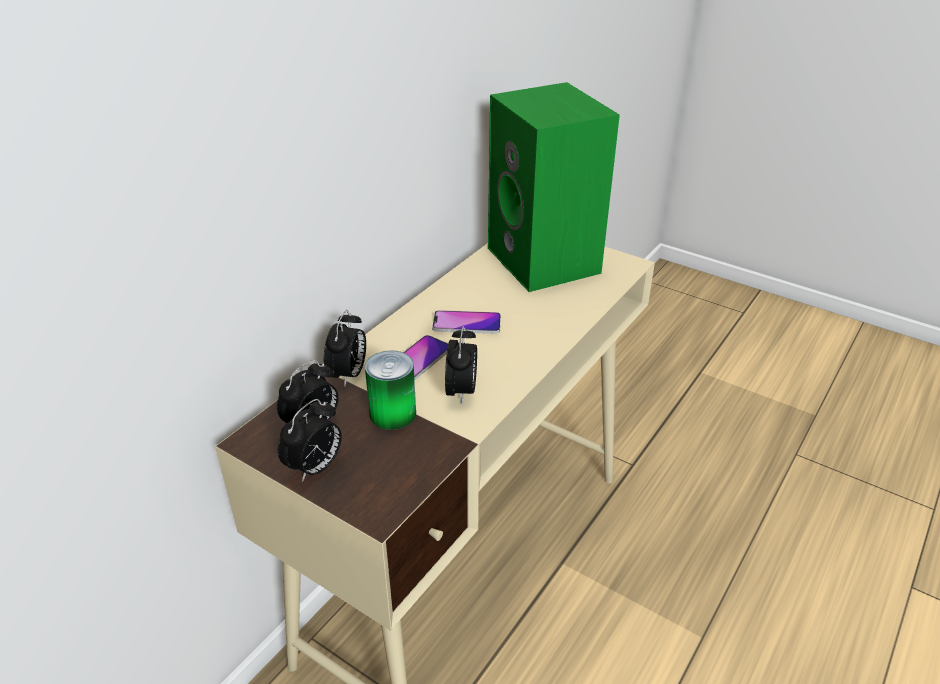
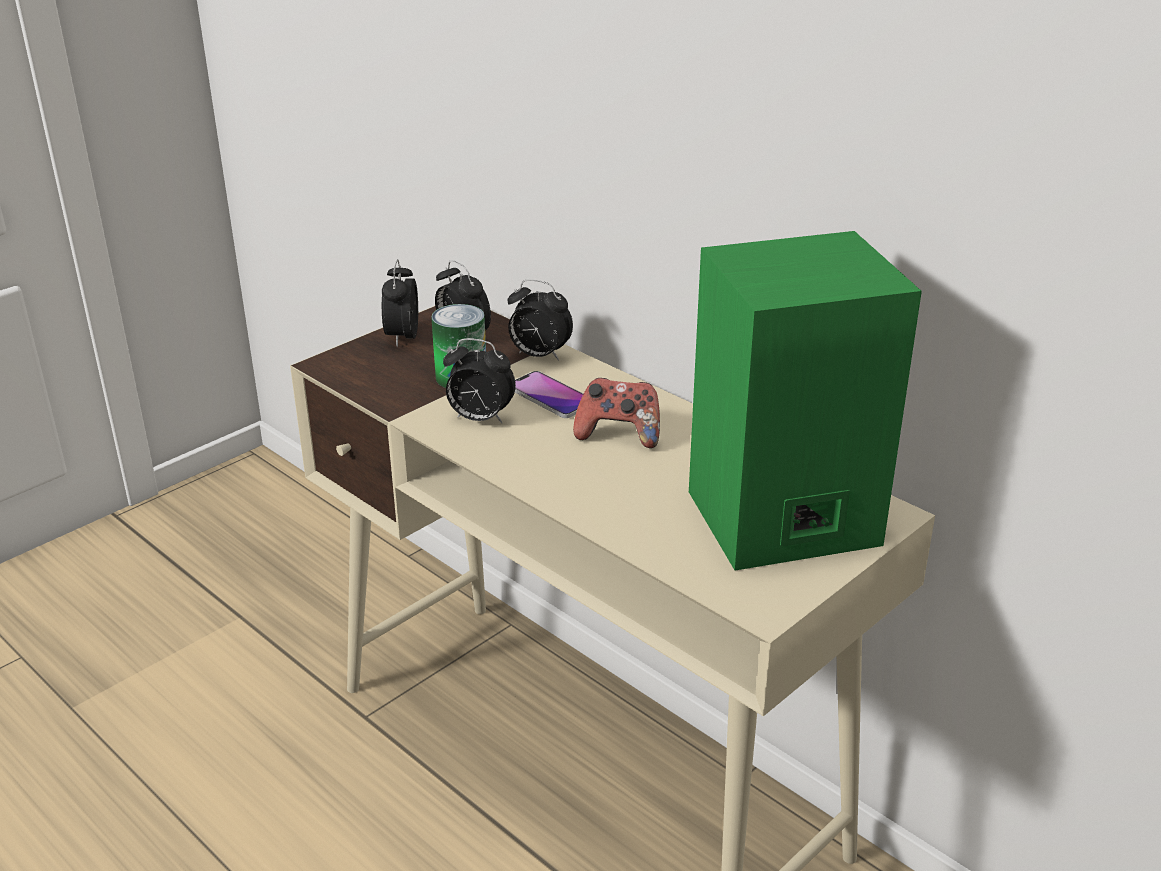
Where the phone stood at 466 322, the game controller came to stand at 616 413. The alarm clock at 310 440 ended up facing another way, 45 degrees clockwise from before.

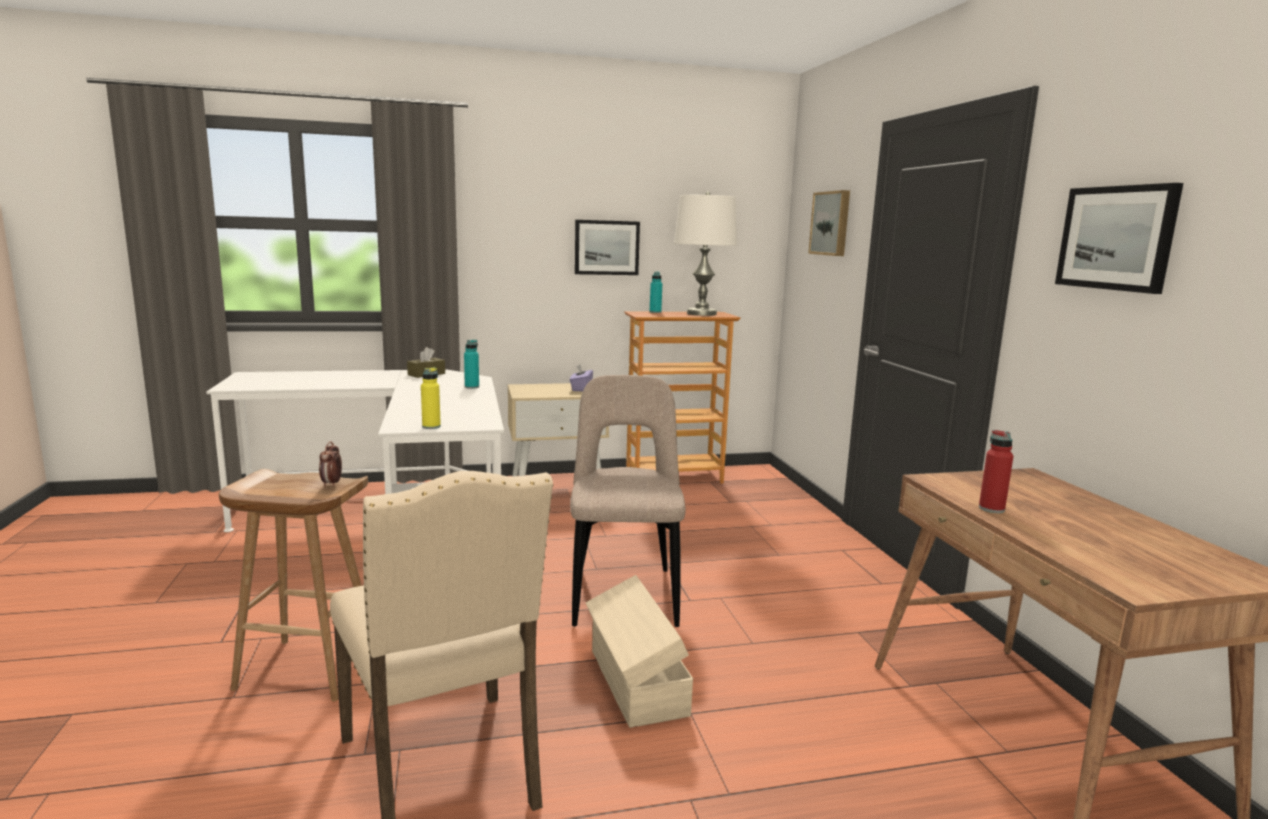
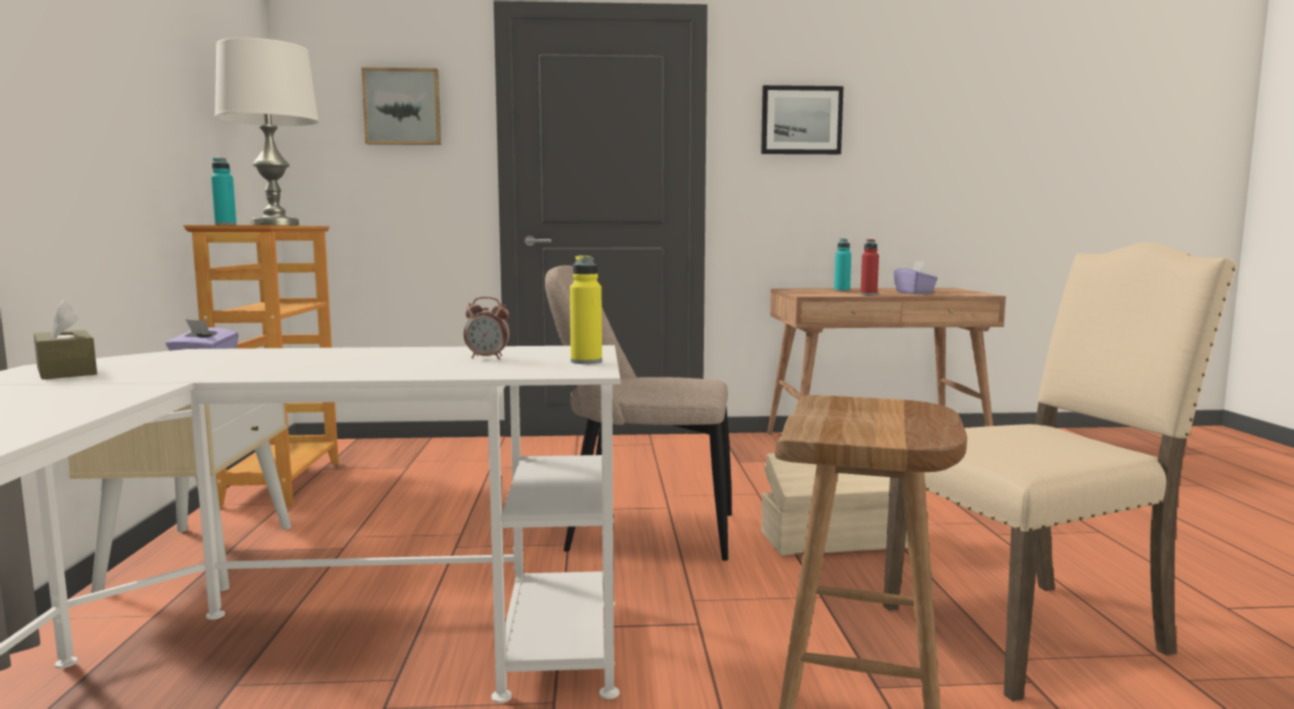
The second view lost the picture at 607 247. The second view gained the purple tissue box at 915 277. The alarm clock ended up elsewhere, having gone from 330 464 to 487 328. The turquoise bottle ended up elsewhere, having gone from 471 364 to 842 265.

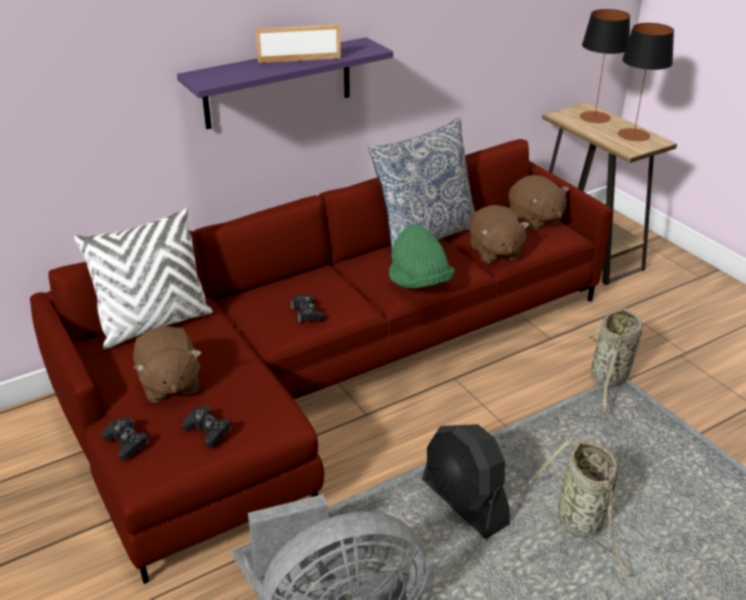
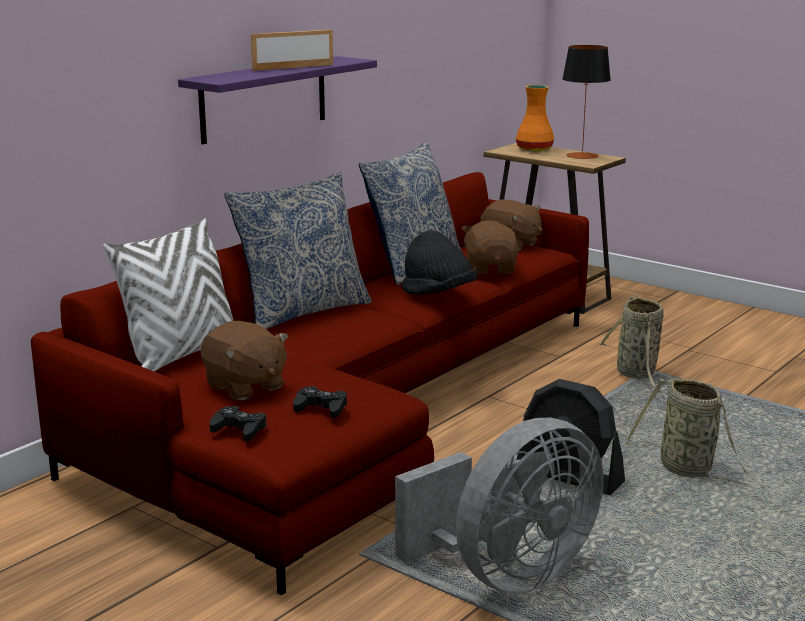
The second view lost the black game controller at 307 309. The second view gained the pillow at 298 250. Where the table lamp stood at 605 66, the orange vase came to stand at 535 118. What was the green hat at 422 256 turned into the black hat at 439 262. The brown plush toy at 499 234 ended up facing another way, 150 degrees counterclockwise from before.

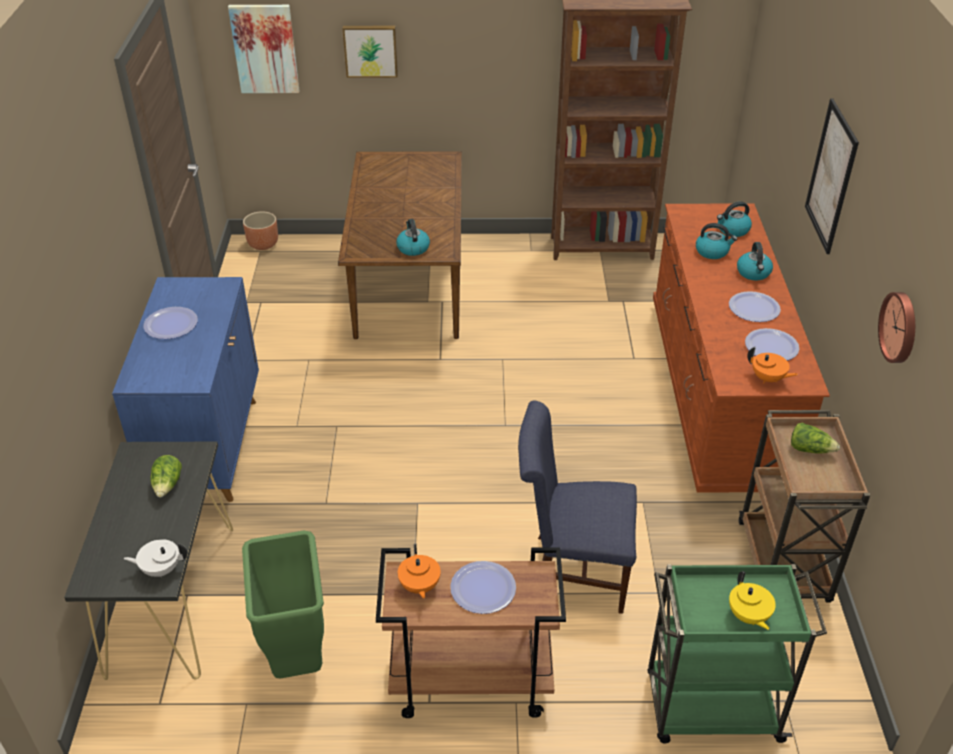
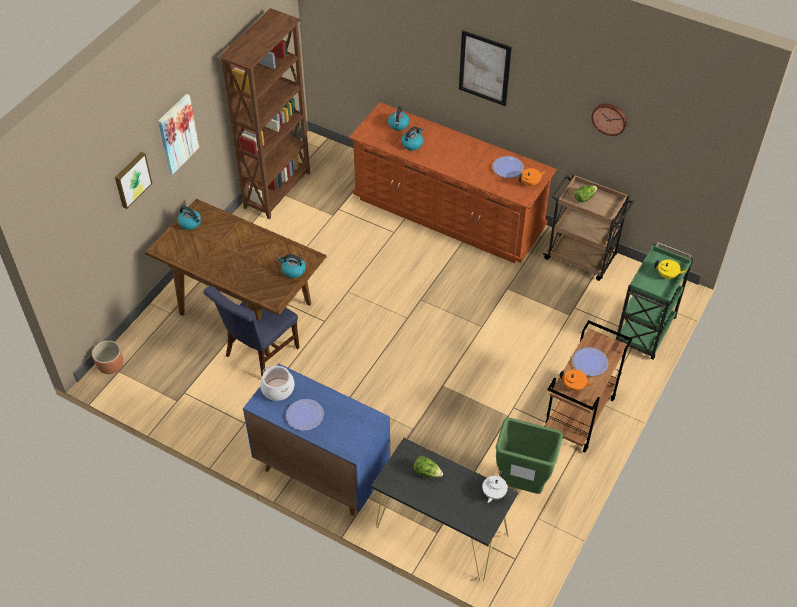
The second view lost the plate at 755 306. The second view gained the cooking pot at 277 383. The picture ended up elsewhere, having gone from 263 49 to 178 134. The blue chair ended up elsewhere, having gone from 577 507 to 251 331. The kettle ended up elsewhere, having gone from 755 261 to 189 218.

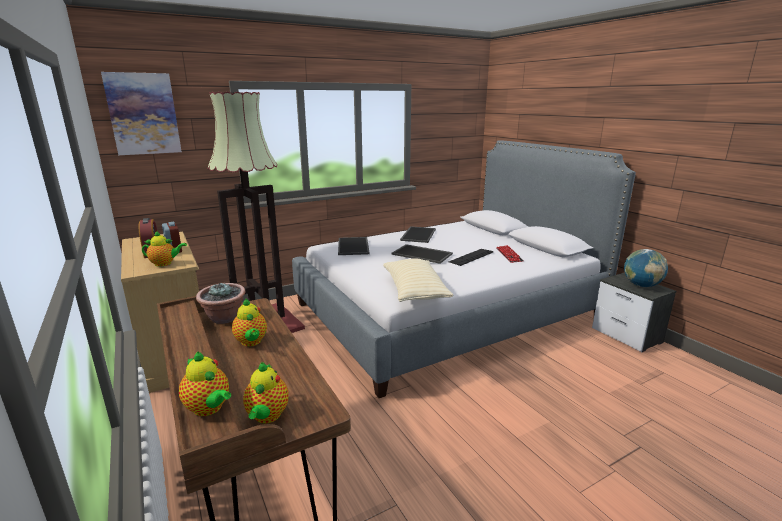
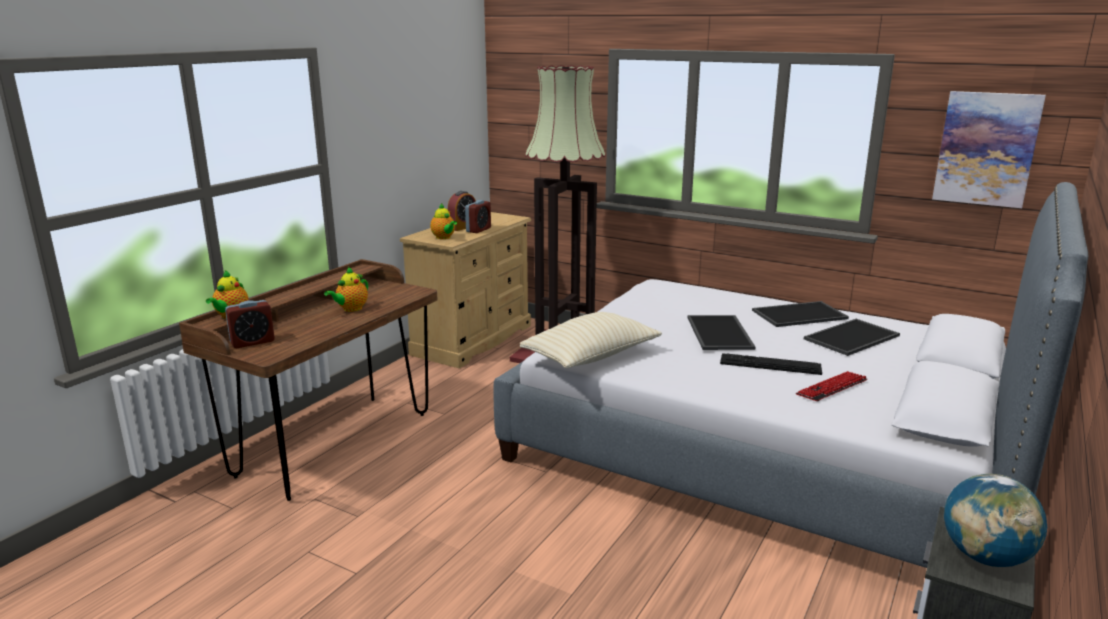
The second view lost the potted plant at 221 303. The picture ended up elsewhere, having gone from 141 113 to 989 149. The tray ended up elsewhere, having gone from 354 246 to 852 337. Where the teapot stood at 266 393, the alarm clock came to stand at 250 324.

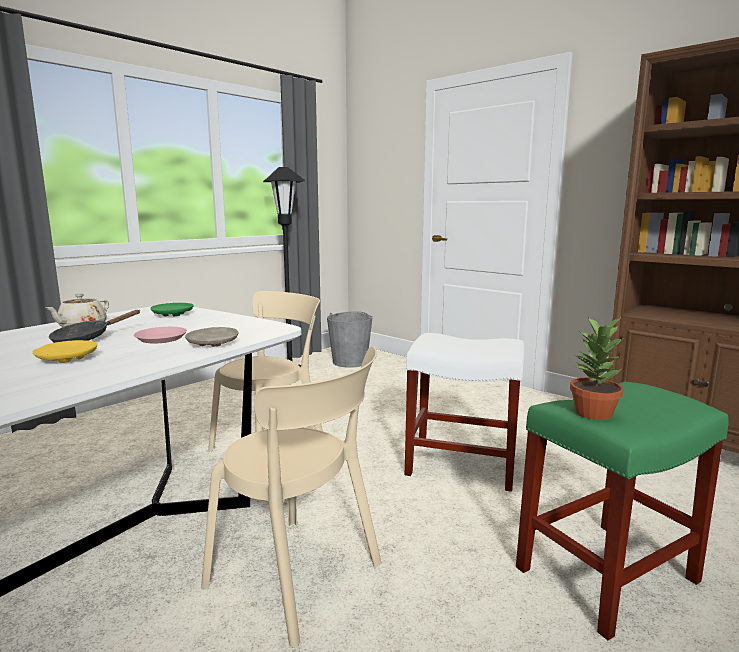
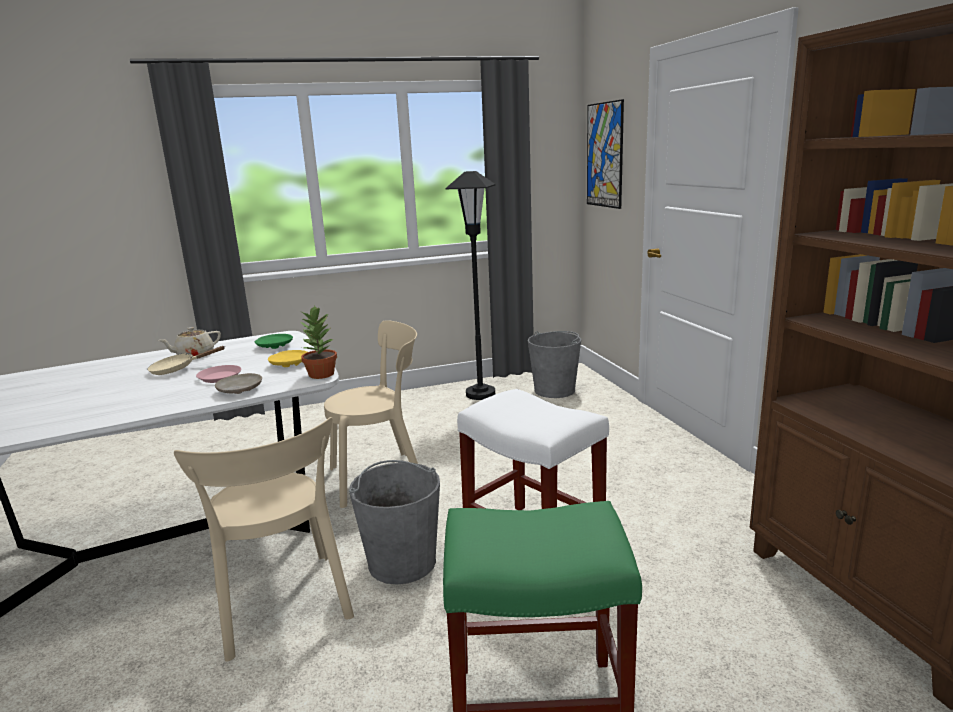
The second view gained the grey bucket at 394 522. The second view gained the picture at 605 154. The yellow plate ended up elsewhere, having gone from 65 351 to 287 358. The potted plant ended up elsewhere, having gone from 597 368 to 318 342. What was the black frying pan at 94 326 turned into the beige frying pan at 186 360.

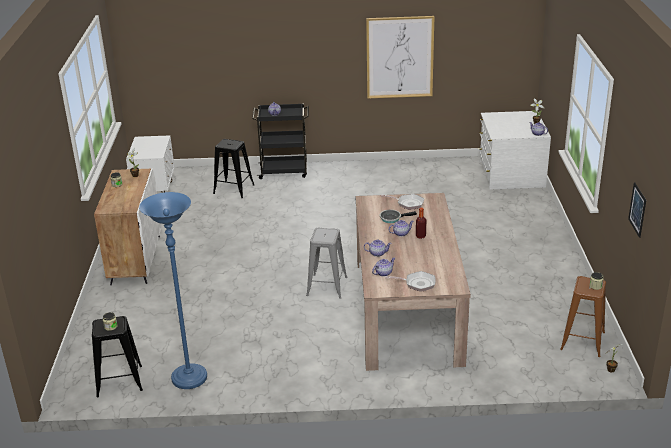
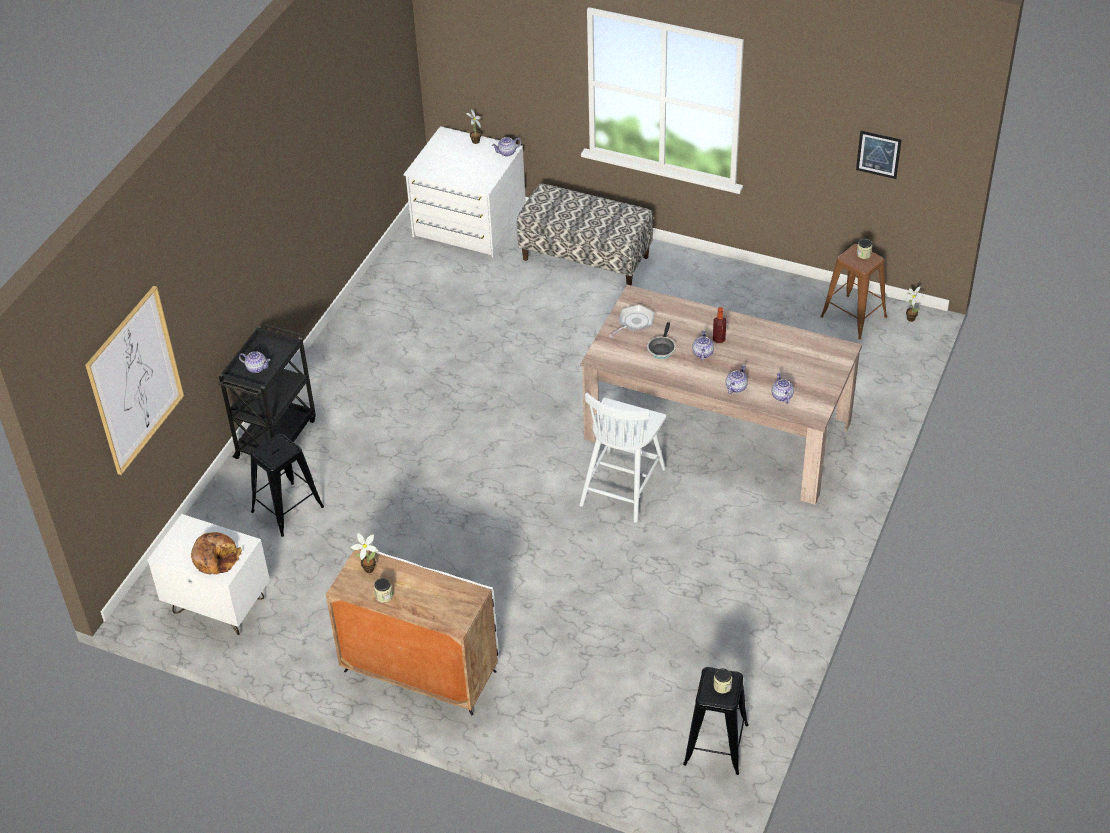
The second view lost the blue floor lamp at 173 290. The second view lost the frying pan at 410 281. The second view gained the bread at 216 553. The second view gained the bench at 585 234. The picture ended up elsewhere, having gone from 400 57 to 134 380. Where the grey stool stood at 326 263, the white chair came to stand at 622 458.

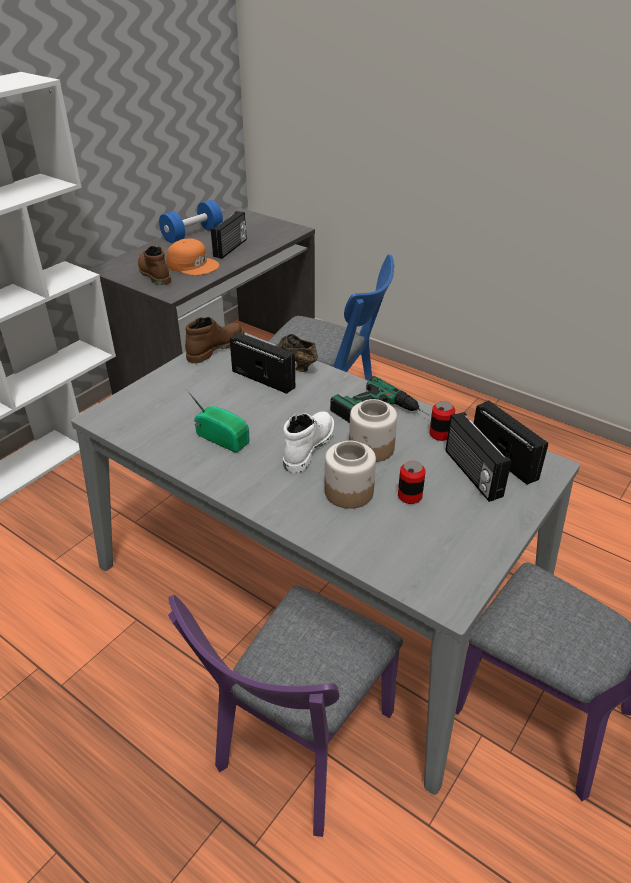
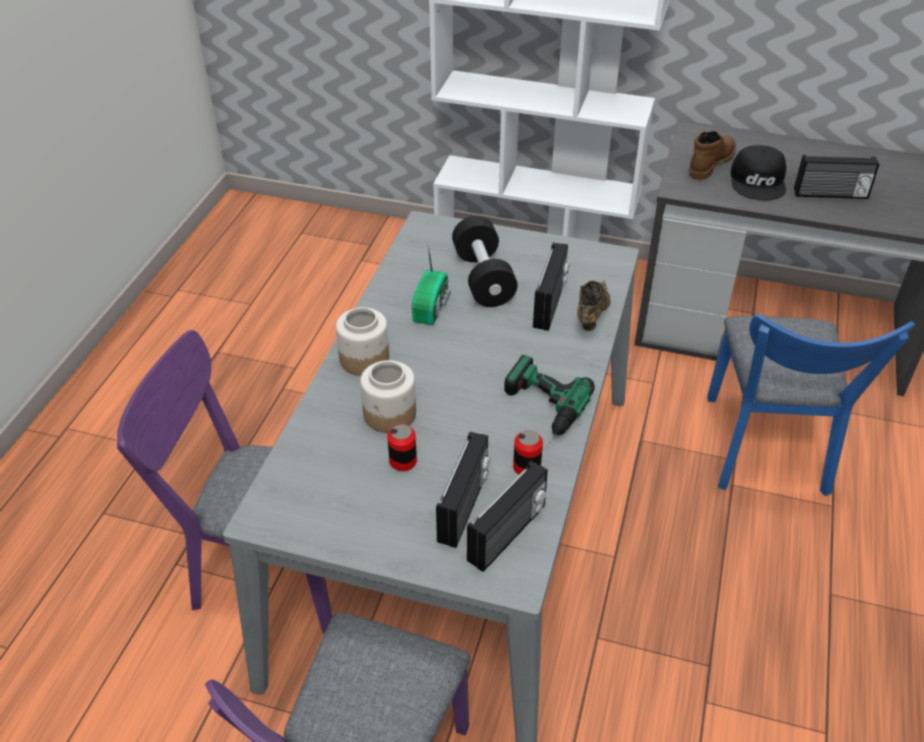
The second view lost the blue dumbbell at 191 221. The second view lost the brown boot at 214 340. The second view lost the white boot at 308 442. The second view gained the black dumbbell at 485 261. The jar ended up elsewhere, having gone from 373 430 to 362 341. What was the orange cap at 192 256 turned into the black cap at 758 173. The radio at 478 457 ended up facing another way, 150 degrees clockwise from before.

